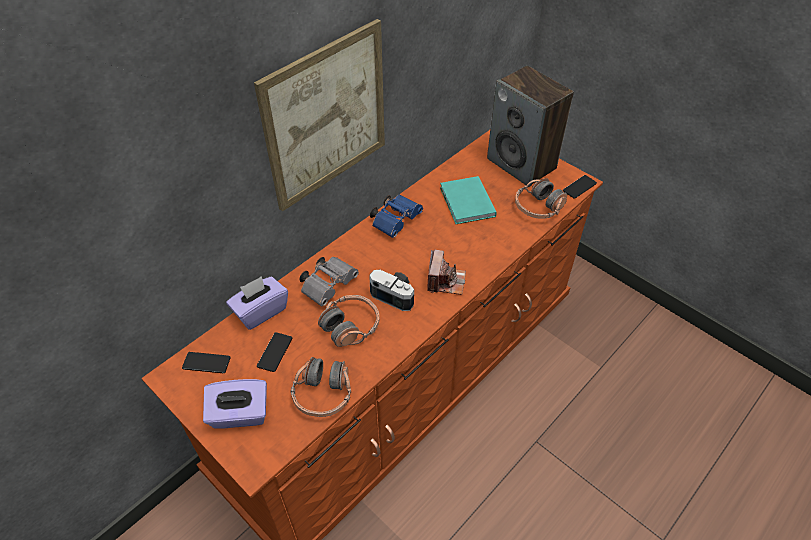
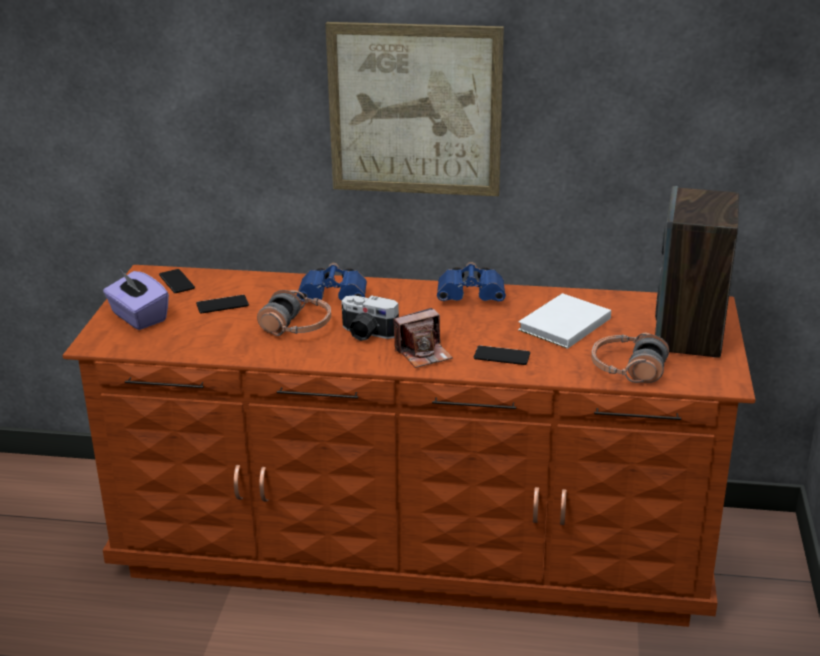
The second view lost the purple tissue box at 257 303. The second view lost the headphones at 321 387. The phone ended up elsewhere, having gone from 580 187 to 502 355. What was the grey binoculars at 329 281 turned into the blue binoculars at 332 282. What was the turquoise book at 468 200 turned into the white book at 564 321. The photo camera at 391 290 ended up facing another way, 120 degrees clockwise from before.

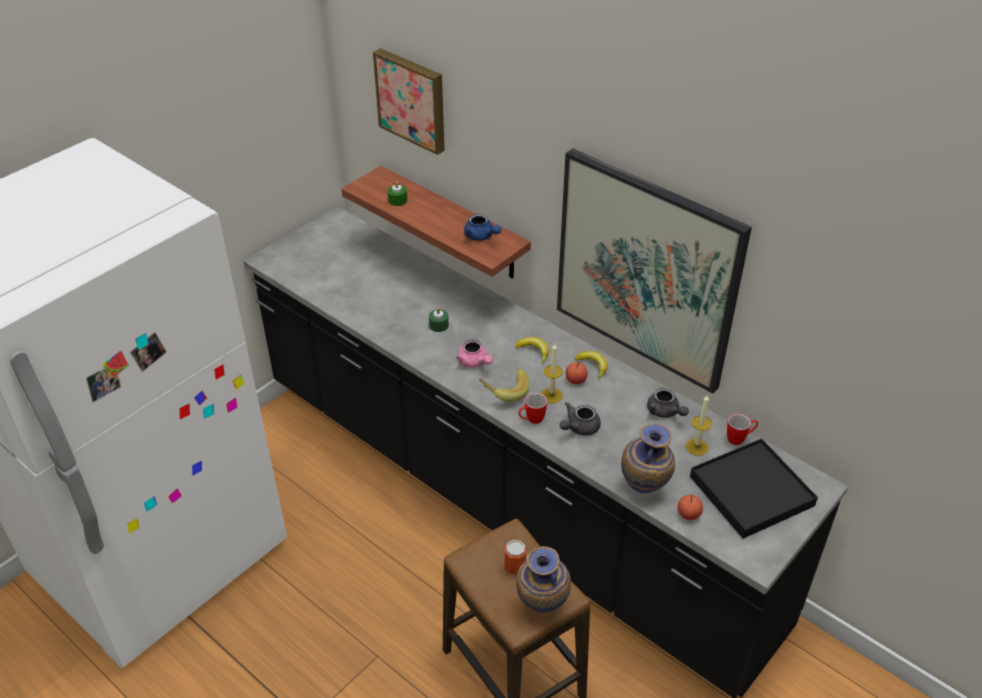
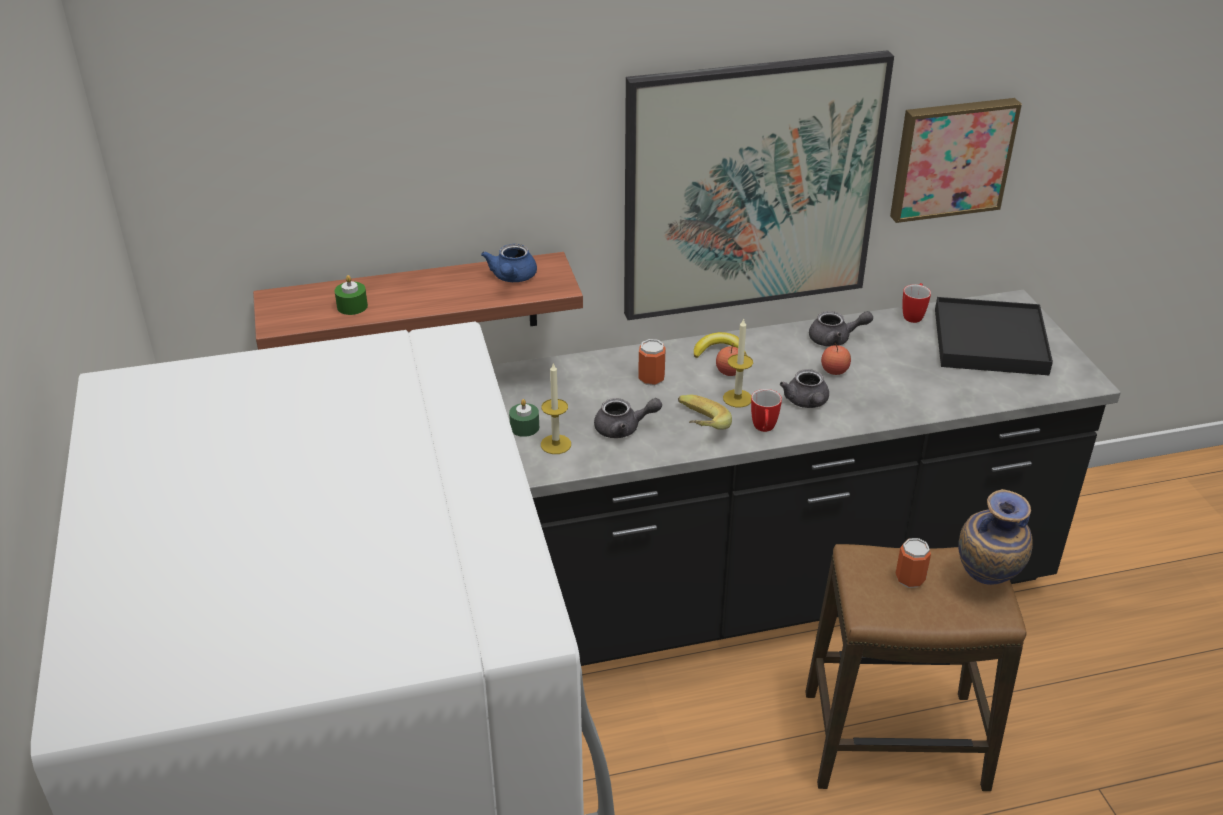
The second view lost the vase at 648 458. The picture ended up elsewhere, having gone from 409 101 to 956 160. The apple ended up elsewhere, having gone from 690 507 to 836 359. The candle ended up elsewhere, having gone from 699 425 to 556 408. Where the banana stood at 532 350, the can came to stand at 652 362. What was the pink teapot at 474 353 turned into the grey teapot at 628 418. The blue teapot at 483 227 ended up facing another way, 105 degrees clockwise from before.

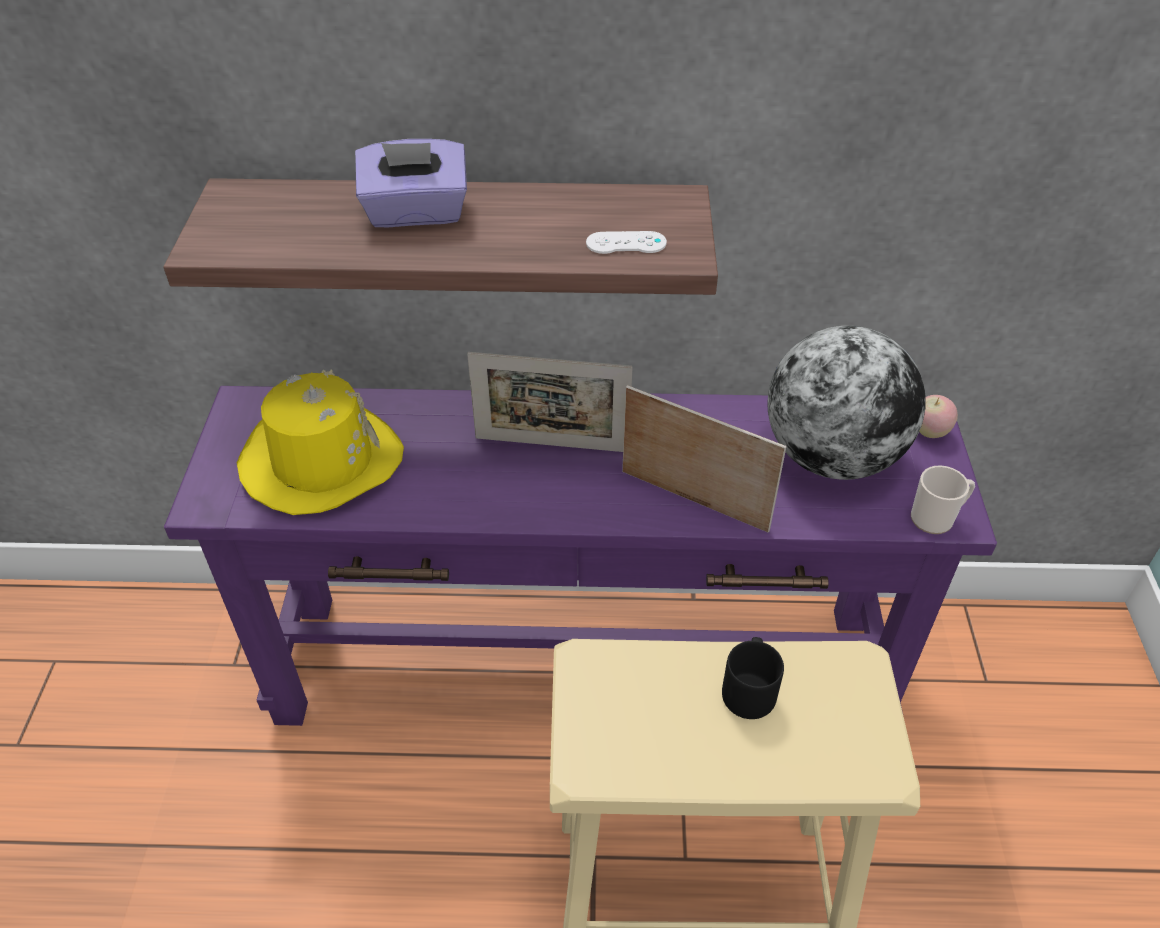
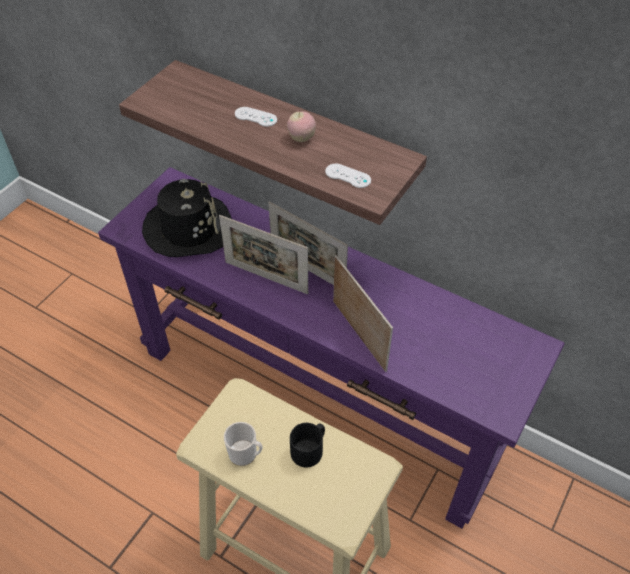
The second view lost the globe at 847 403. The second view gained the picture frame at 263 254. The mug ended up elsewhere, having gone from 943 500 to 243 444. The apple ended up elsewhere, having gone from 938 416 to 301 126. Where the purple tissue box stood at 411 183, the white game controller came to stand at 256 117. What was the yellow hat at 320 442 turned into the black hat at 187 218.

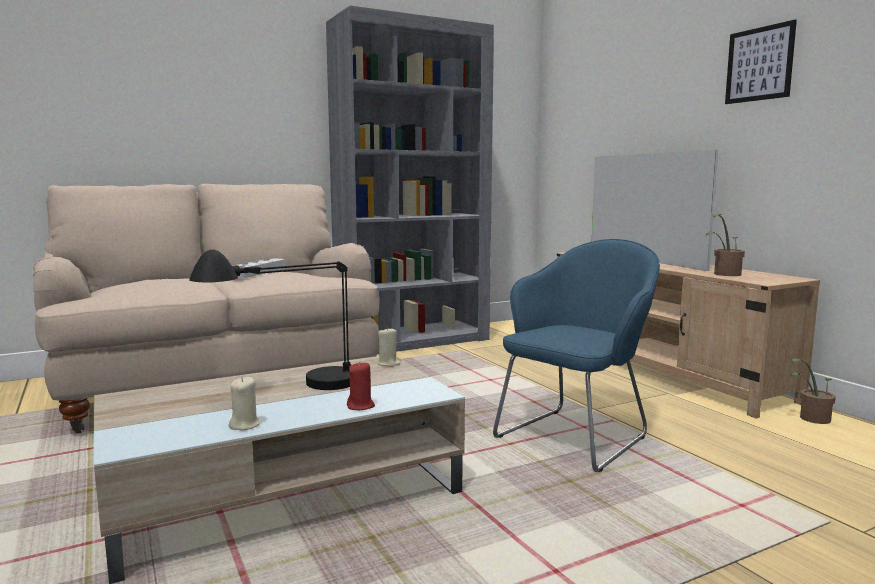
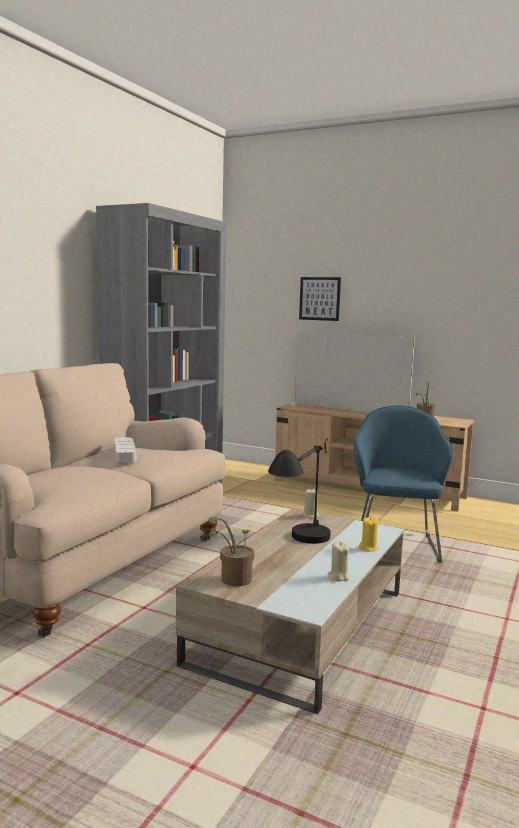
The picture ended up elsewhere, having gone from 761 62 to 320 299. The potted plant ended up elsewhere, having gone from 813 391 to 231 552. What was the red candle at 361 385 turned into the yellow candle at 368 534.

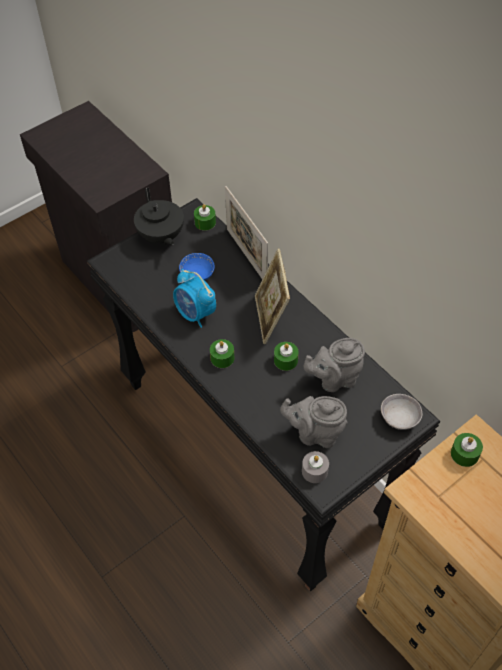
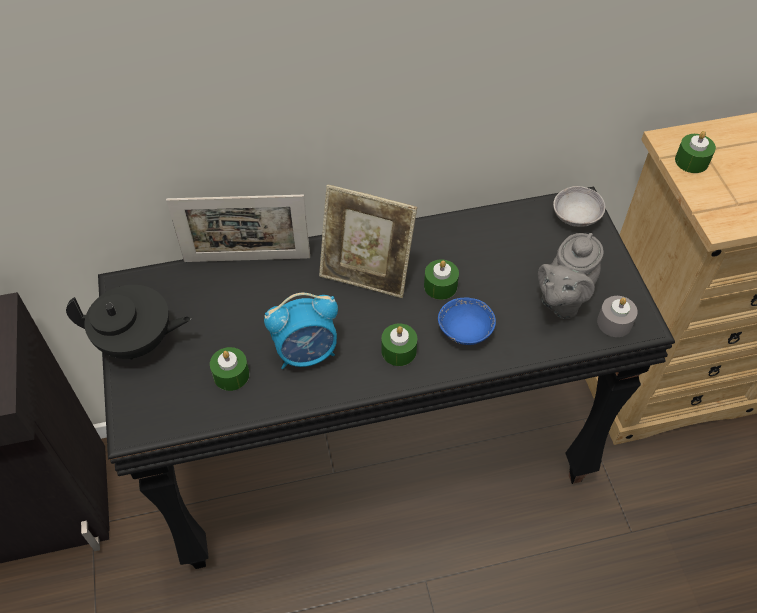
The second view lost the grey teapot at 334 365. The blue bowl ended up elsewhere, having gone from 197 267 to 467 321. The green candle ended up elsewhere, having gone from 205 217 to 229 369.

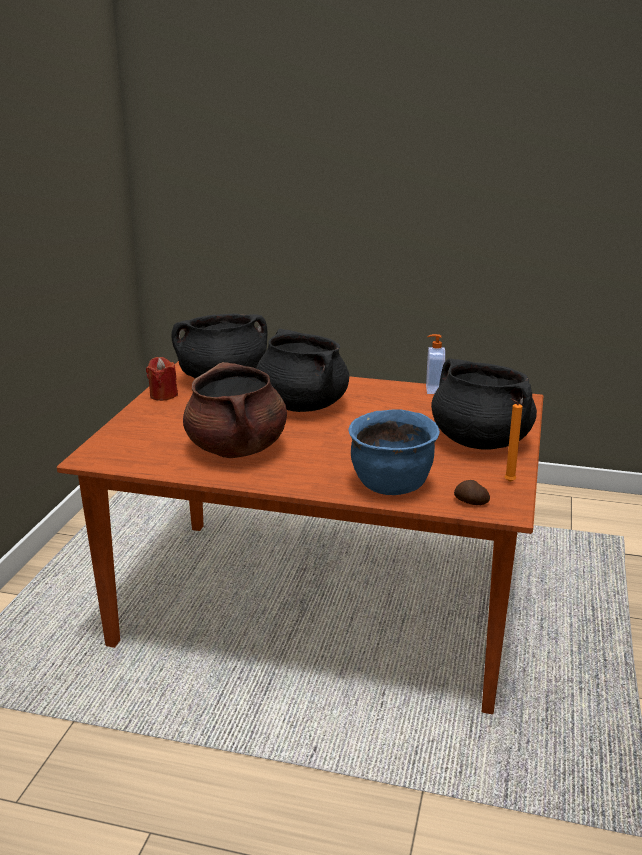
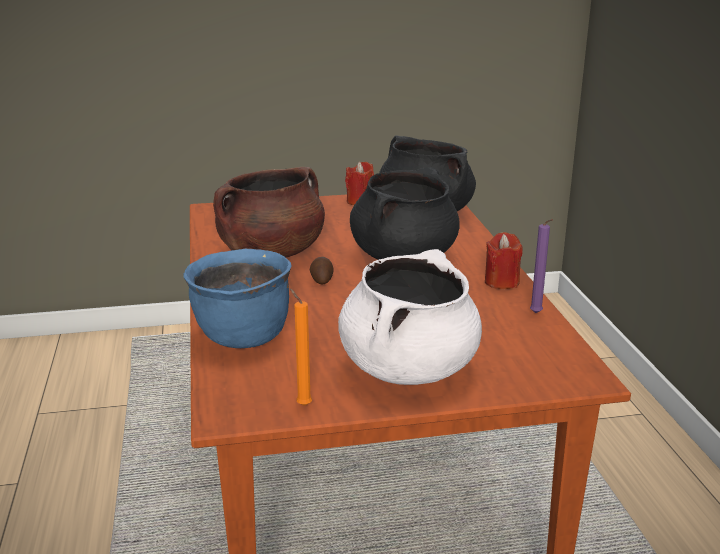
The second view gained the red candle at 504 260. The potato ended up elsewhere, having gone from 472 492 to 321 271. Where the soap dispenser stood at 435 364, the purple candle came to stand at 541 266. What was the black cooking pot at 484 404 turned into the white cooking pot at 410 317.

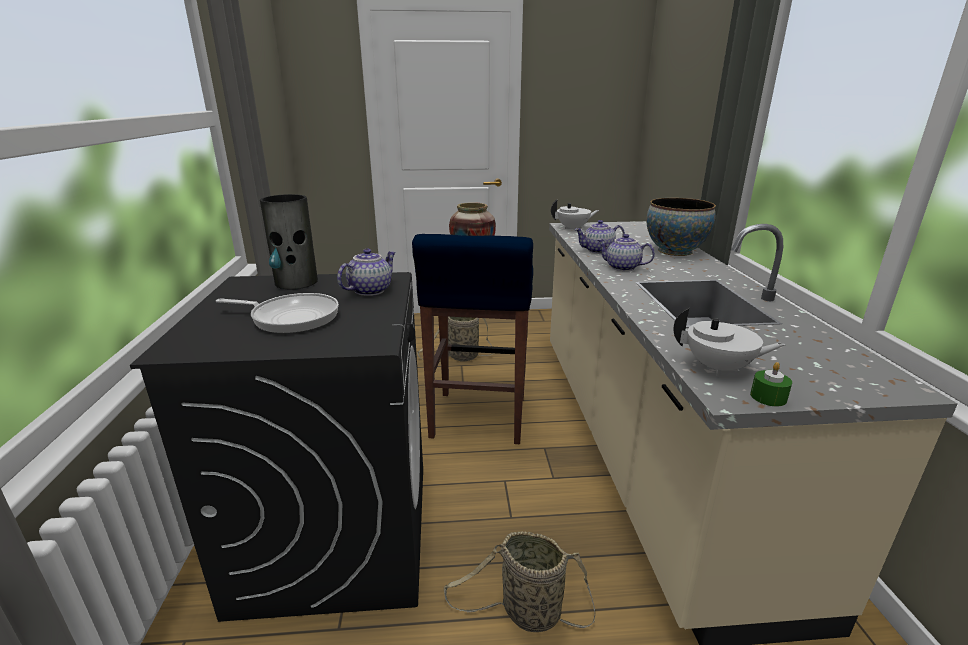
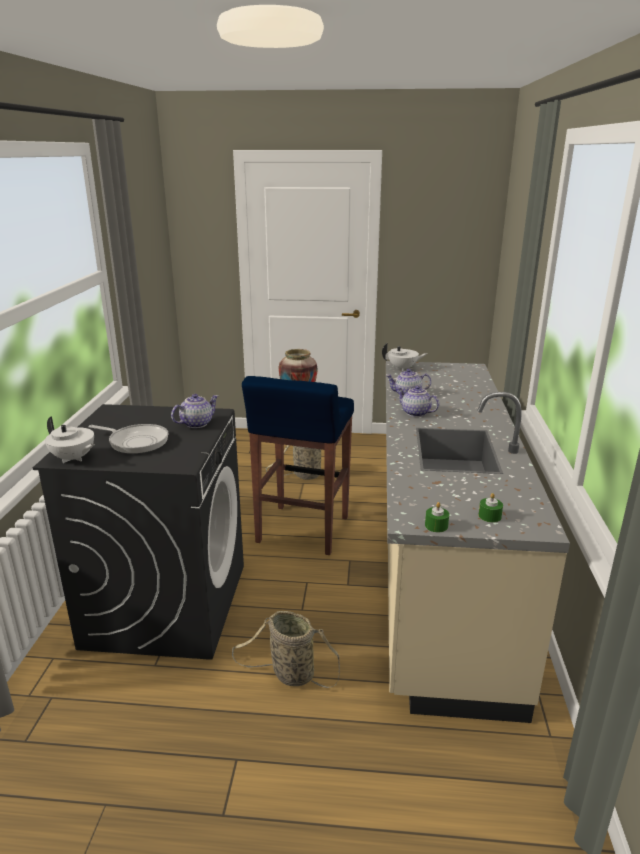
The second view lost the vase at 289 241. The second view lost the bowl at 681 227. The second view gained the green candle at 491 508. The white teapot ended up elsewhere, having gone from 729 341 to 70 439.

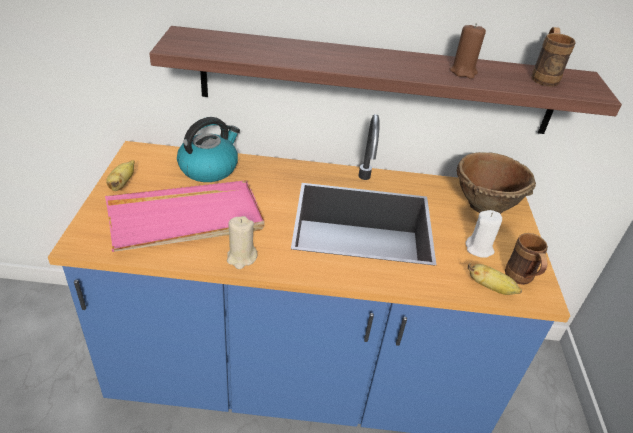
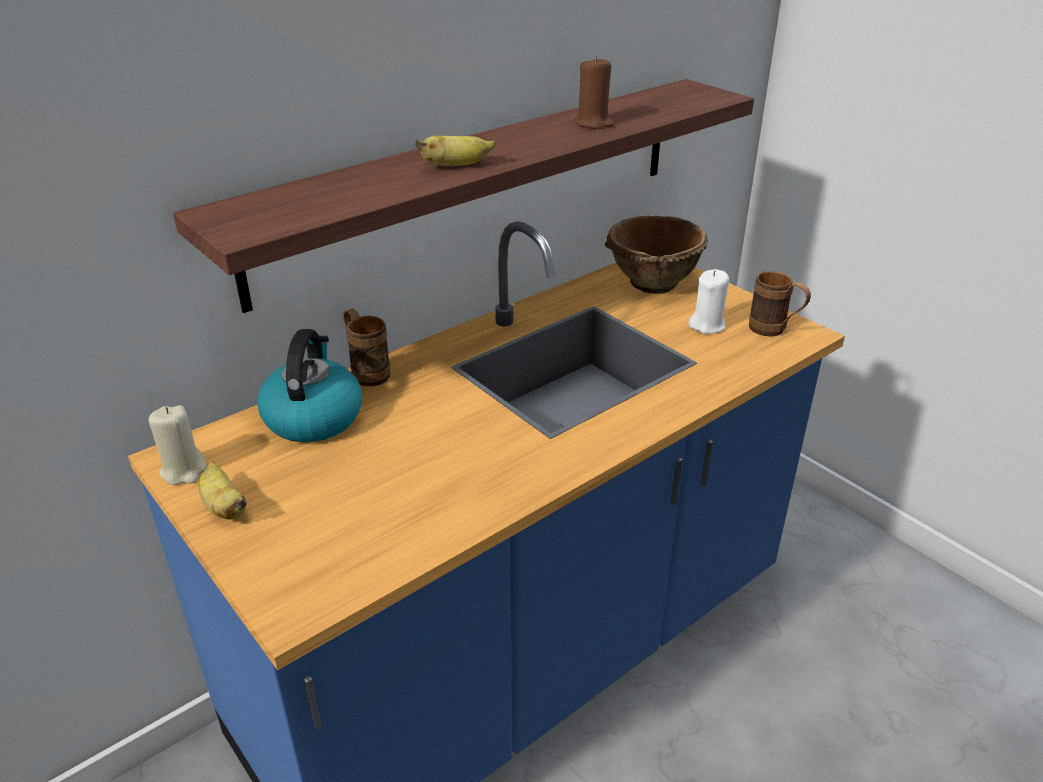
The second view lost the pink tray at 185 216. The beige candle ended up elsewhere, having gone from 242 242 to 178 445. The banana ended up elsewhere, having gone from 495 279 to 455 151. The brown mug ended up elsewhere, having gone from 553 56 to 366 347.

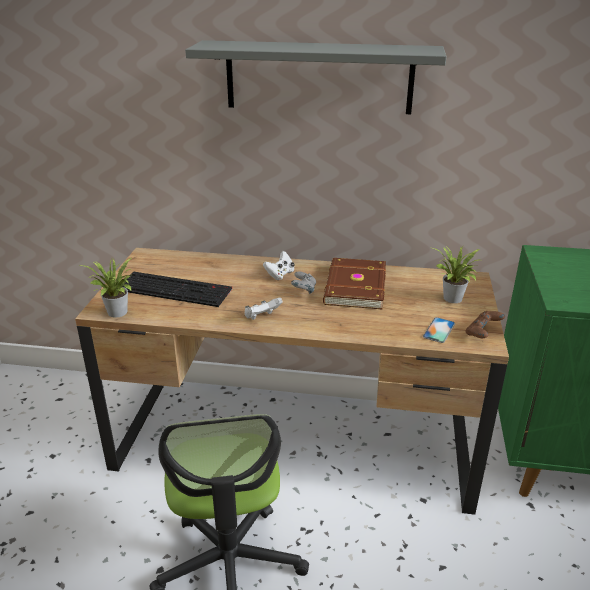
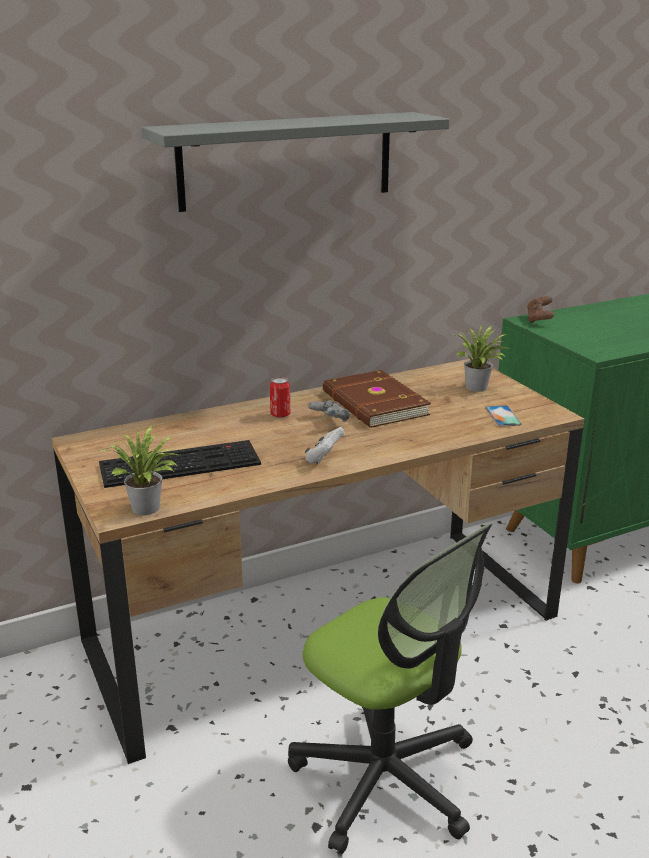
The brown game controller ended up elsewhere, having gone from 485 324 to 540 309. Where the white game controller stood at 279 265, the can came to stand at 280 397.

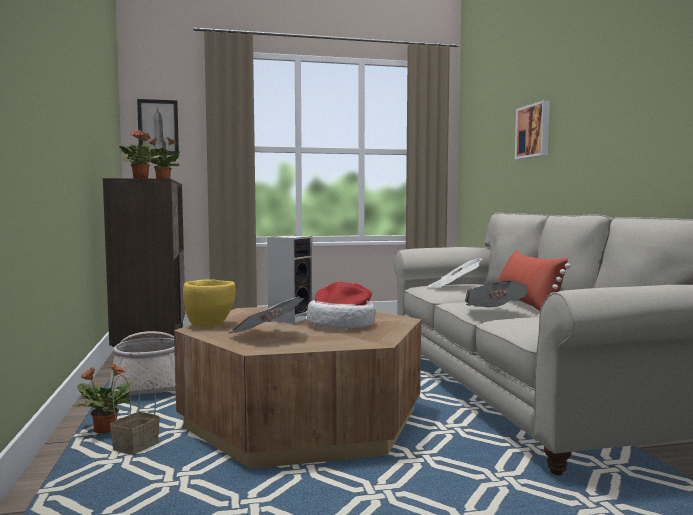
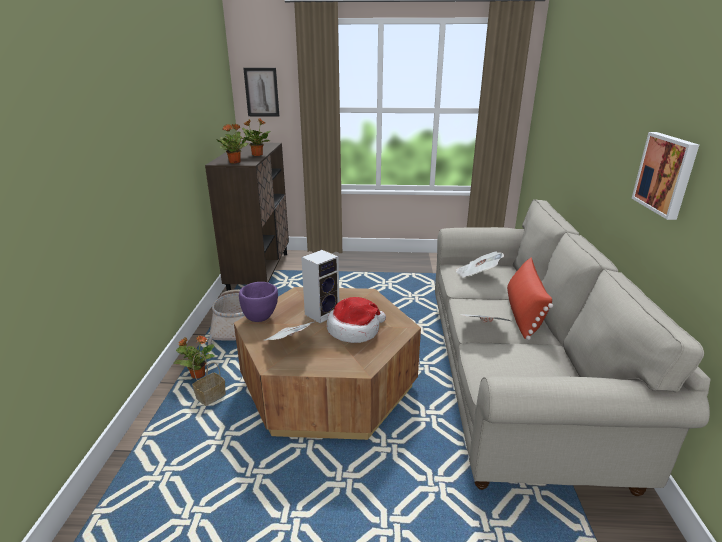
The picture ended up elsewhere, having gone from 532 129 to 665 176. What was the yellow bowl at 209 303 turned into the purple bowl at 258 302.

